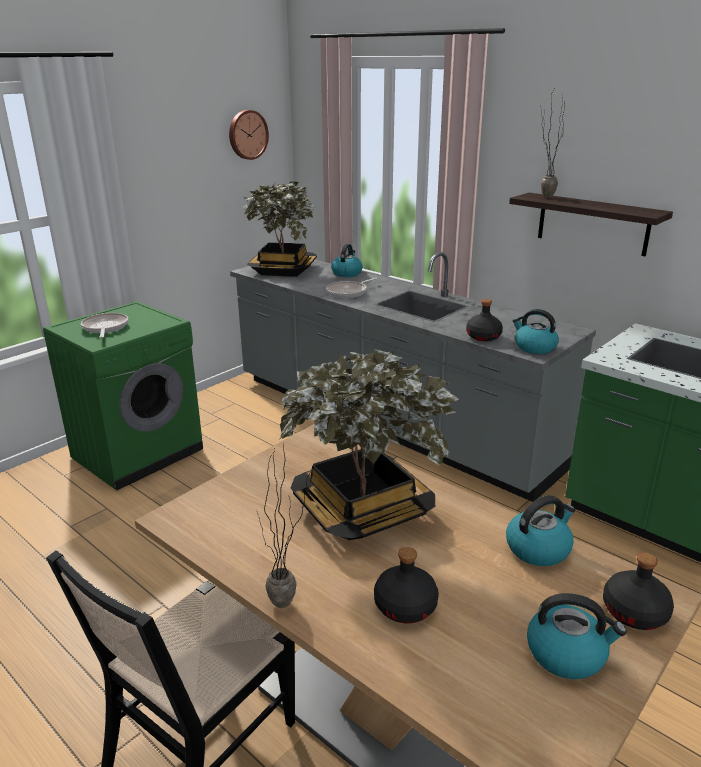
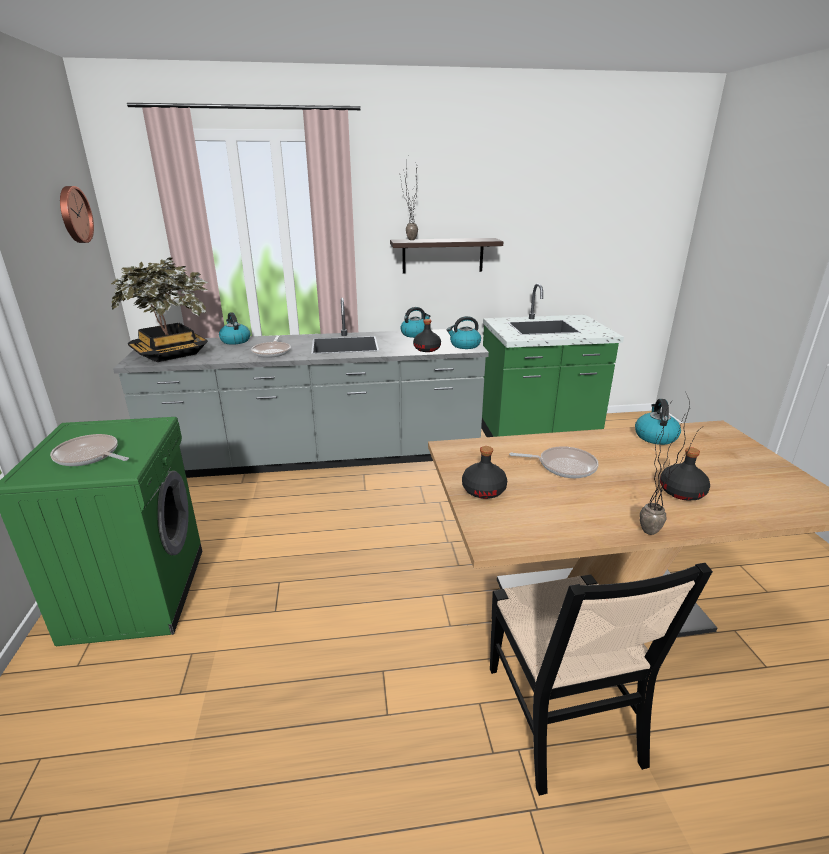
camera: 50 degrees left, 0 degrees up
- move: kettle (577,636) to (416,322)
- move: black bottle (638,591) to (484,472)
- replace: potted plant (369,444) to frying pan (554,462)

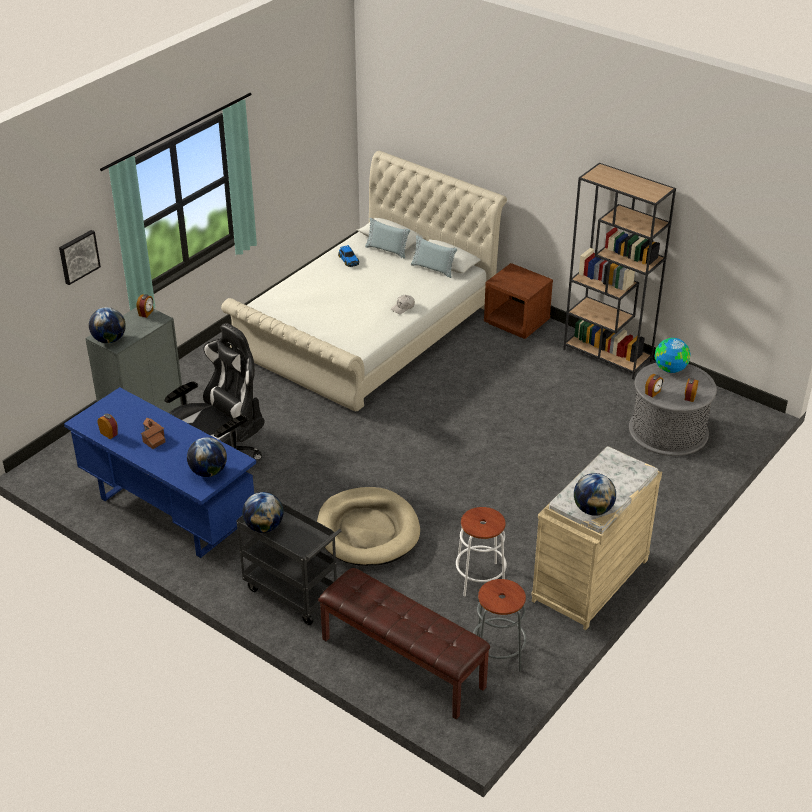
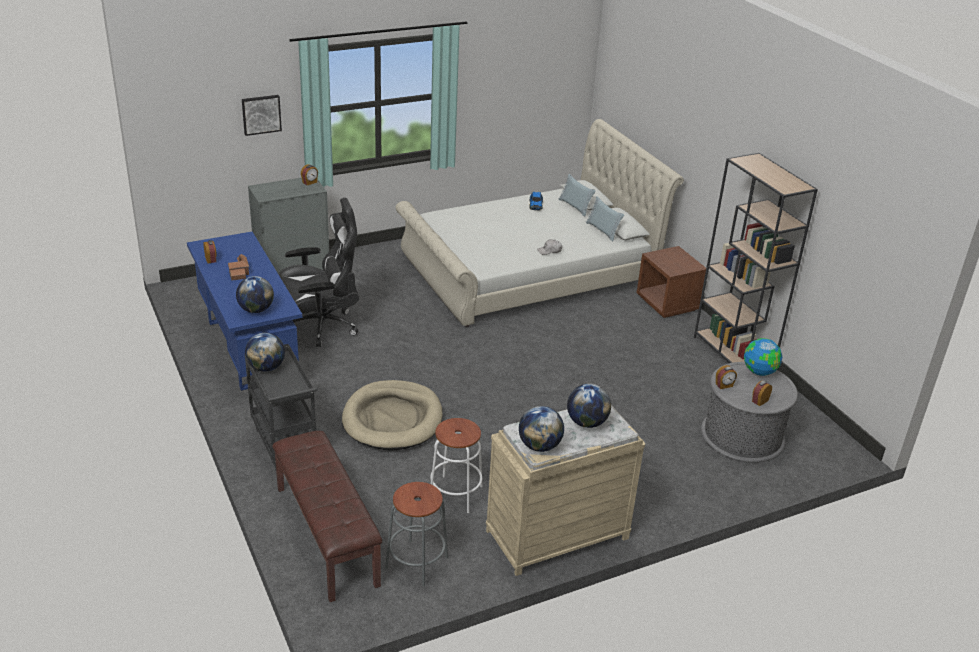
camera: 25 degrees right, 5 degrees down
- move: globe (107,325) to (589,406)

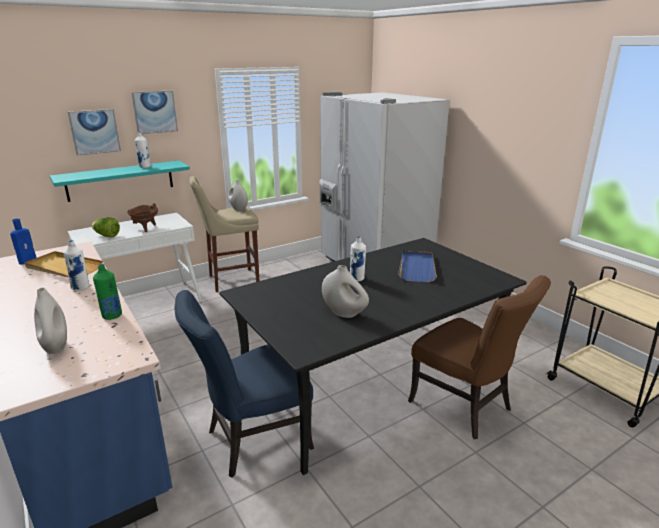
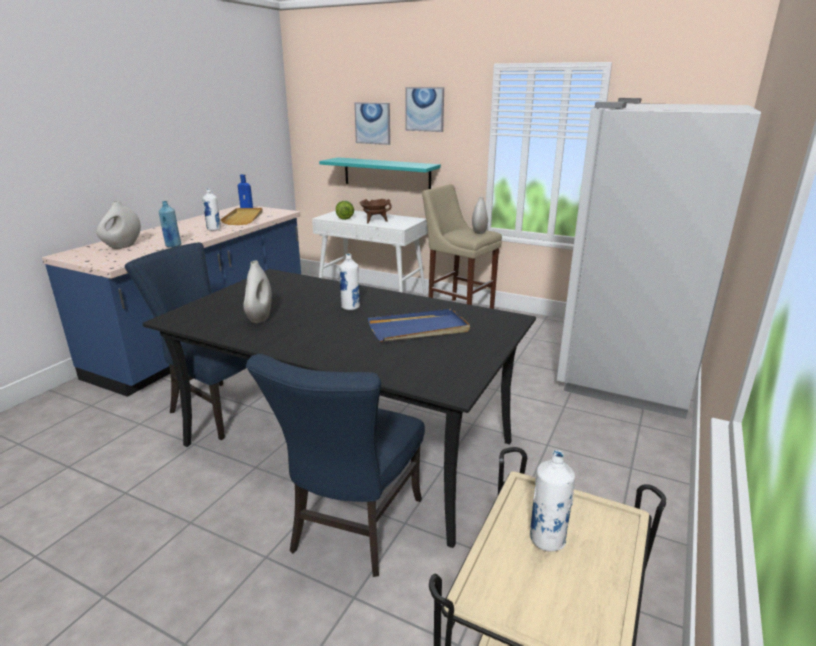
camera: 60 degrees right, 0 degrees up
- move: white bottle (143,150) to (552,501)
- recolor: green bottle (107,292) to blue bottle (170,224)
- recolor: brown chair (479,357) to blue chair (335,465)

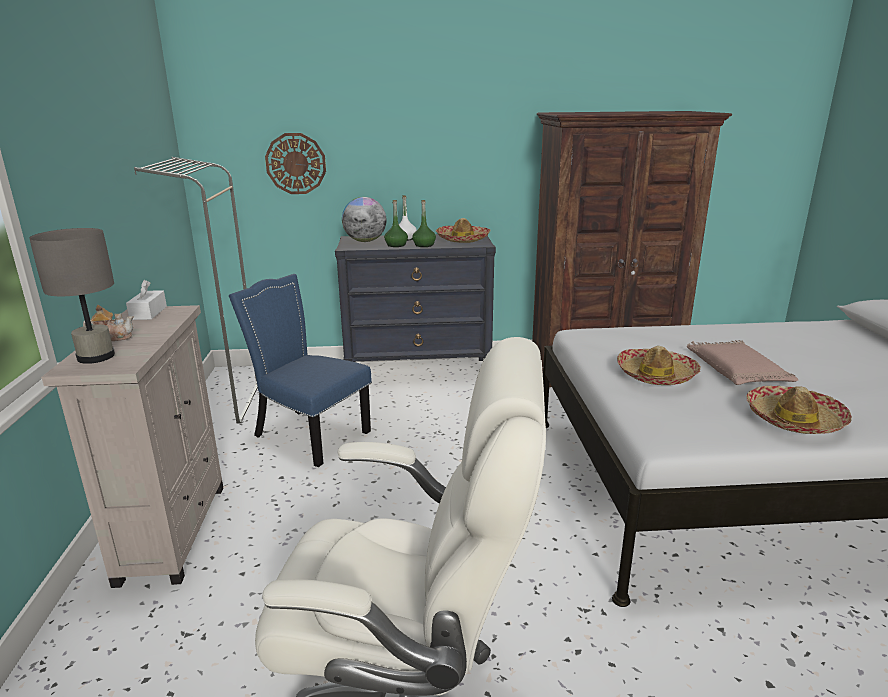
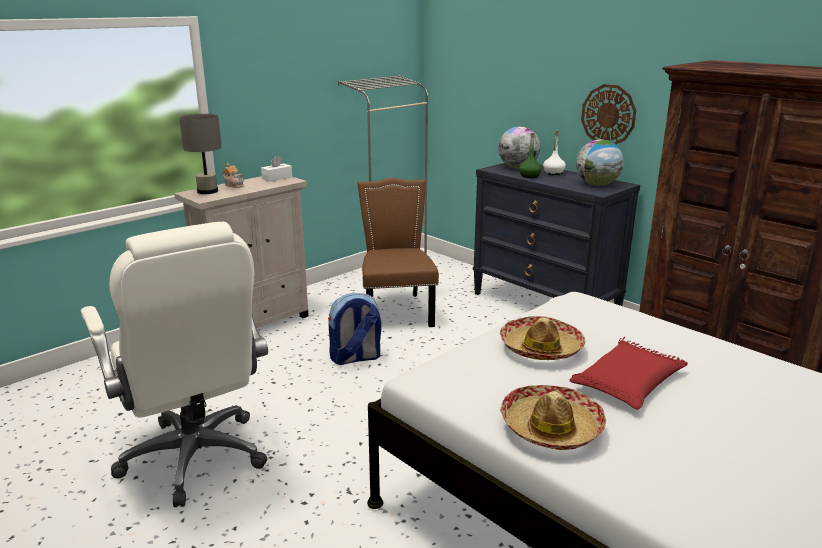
camera: 50 degrees right, 0 degrees up
- delete: green bottle (424,223)
- insert: backpack (354,329)
- move: wall clock (295,163) to (608,114)
- replace: hat (463,230) to globe (600,163)
- recolor: blue chair (300,370) to brown chair (398,252)
- recolor: beige pillow (742,362) to red pillow (628,374)

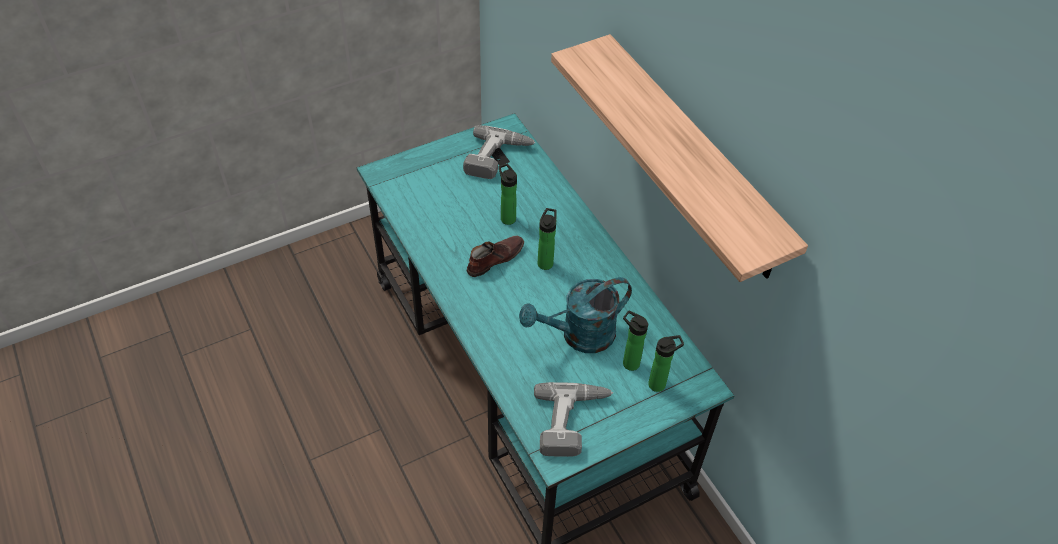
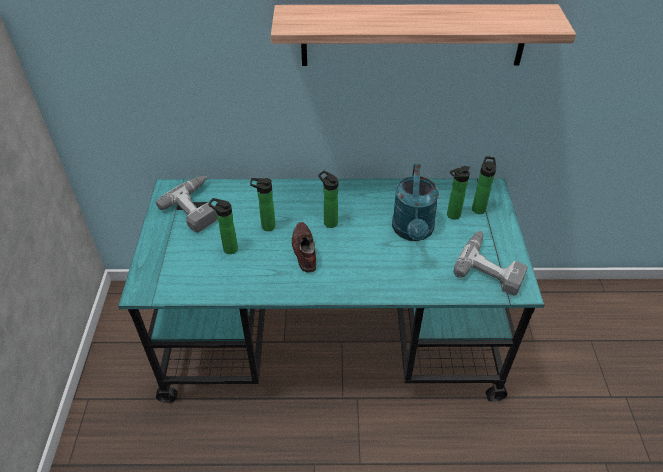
camera: 60 degrees left, 5 degrees down
- insert: bottle (223,226)

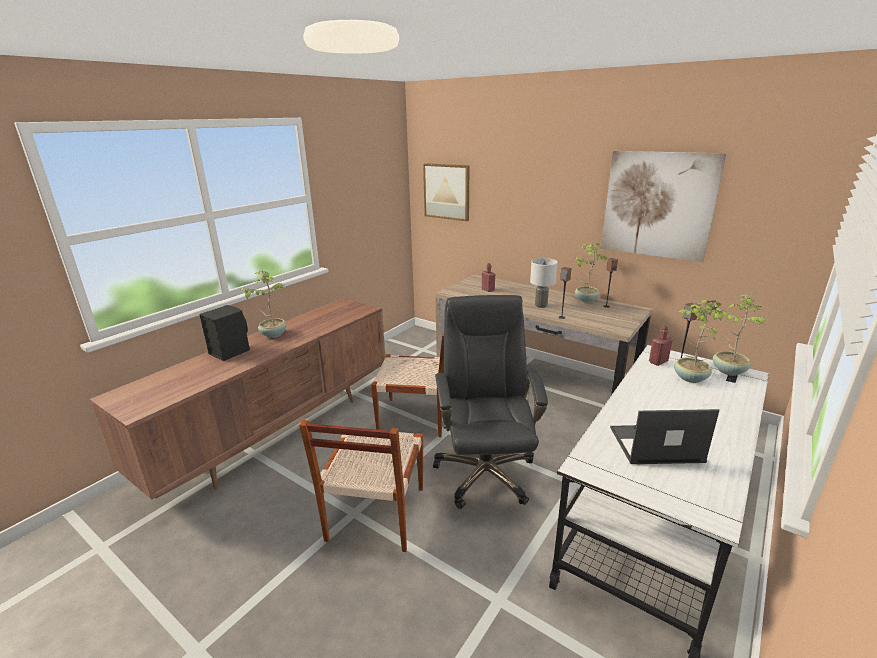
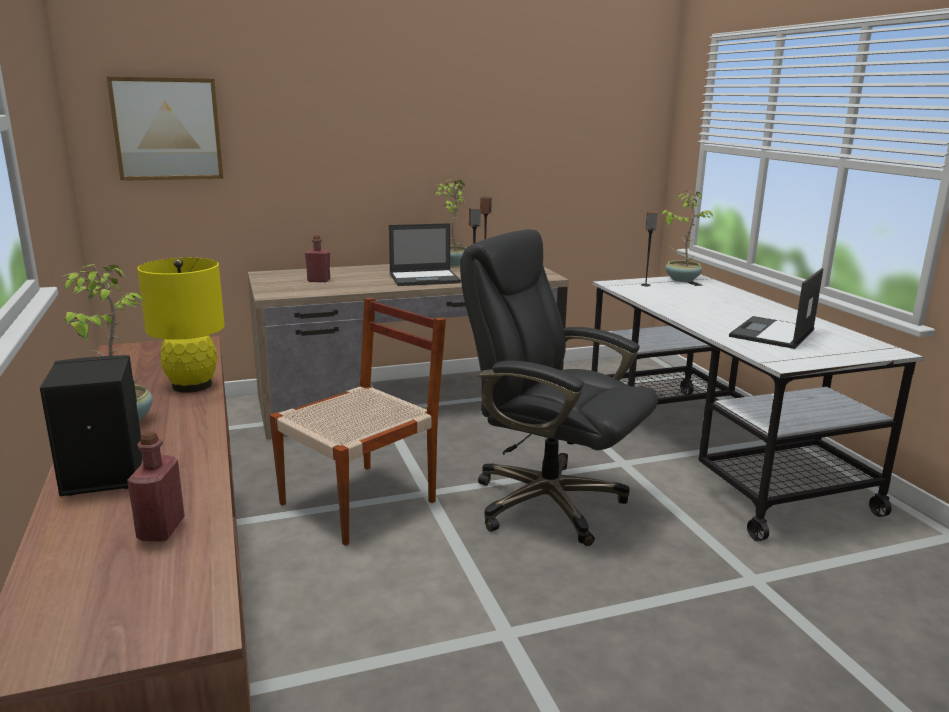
camera: 55 degrees left, 5 degrees down
- delete: chair (361,486)
- delete: picture (664,206)
- delete: potted plant (698,341)
- insert: yellow table lamp (181,325)
- move: red bottle (661,346) to (156,486)
- replace: white table lamp (543,283) to laptop (425,254)

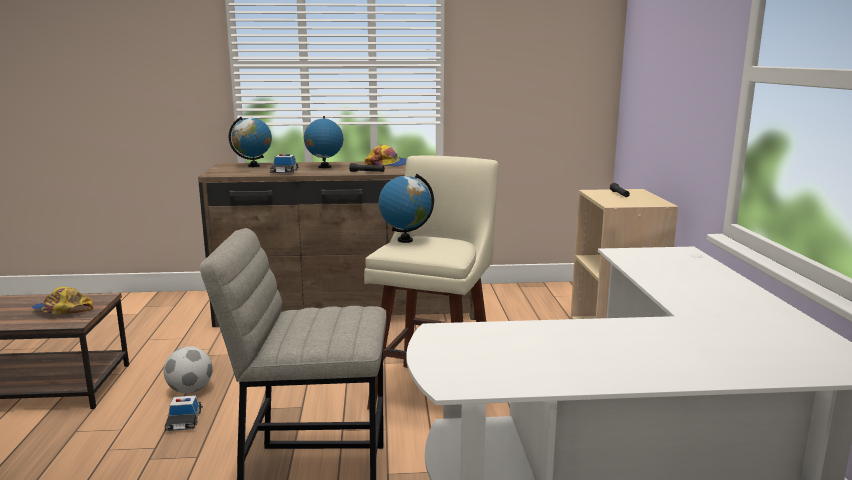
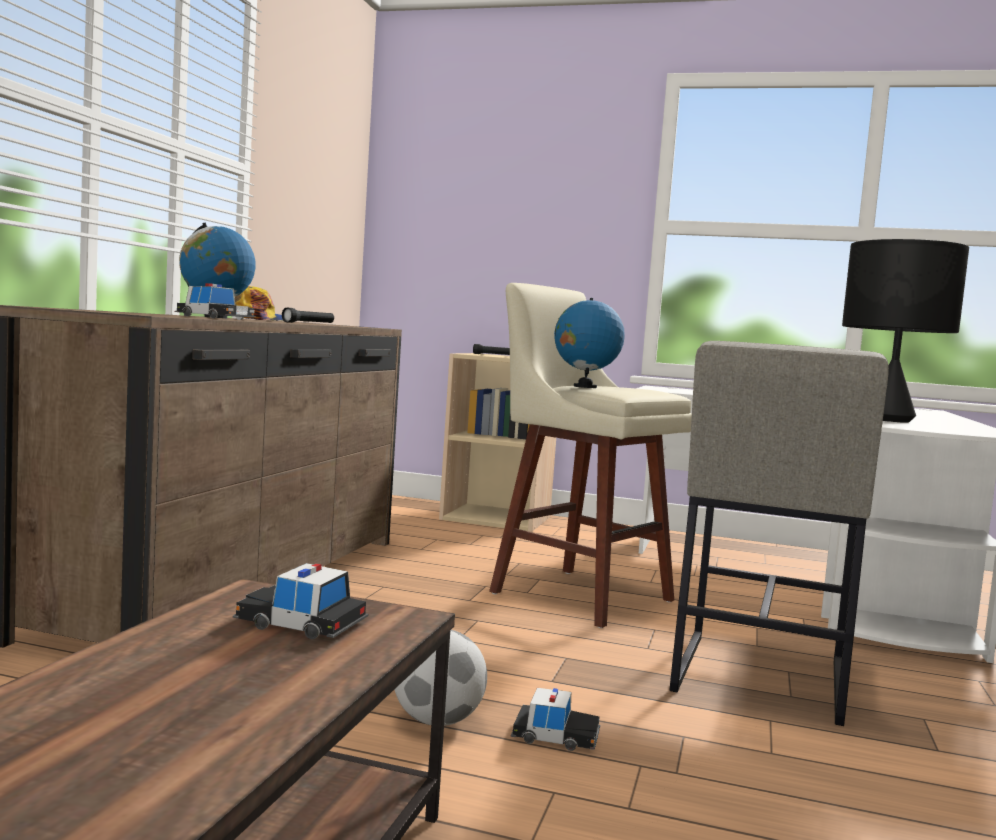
camera: 70 degrees left, 10 degrees down
- delete: globe (250,142)
- insert: black table lamp (905,331)
- replace: cap (62,300) to toy car (300,601)

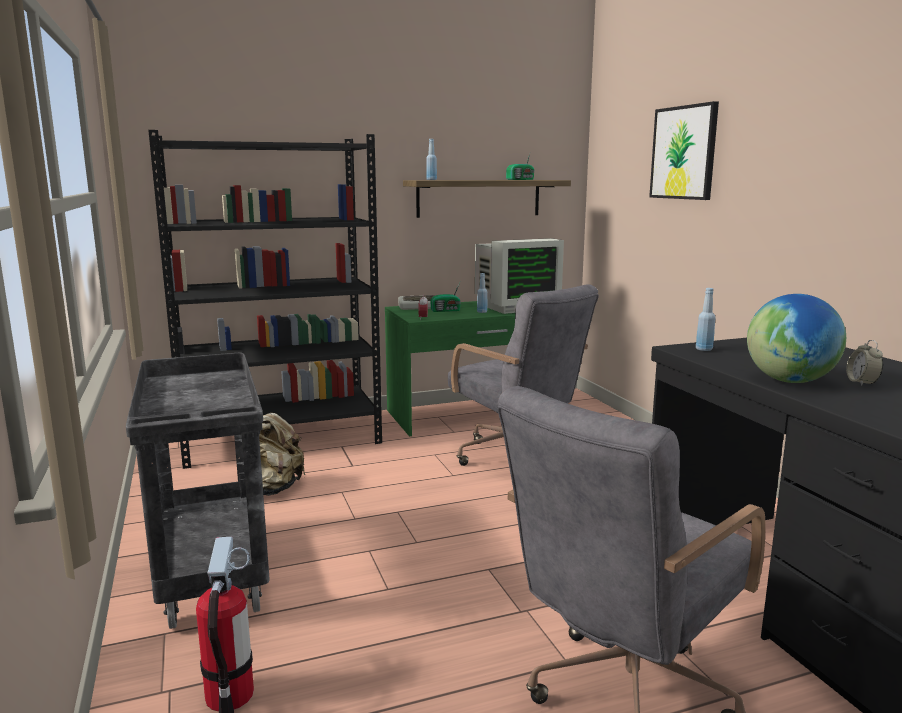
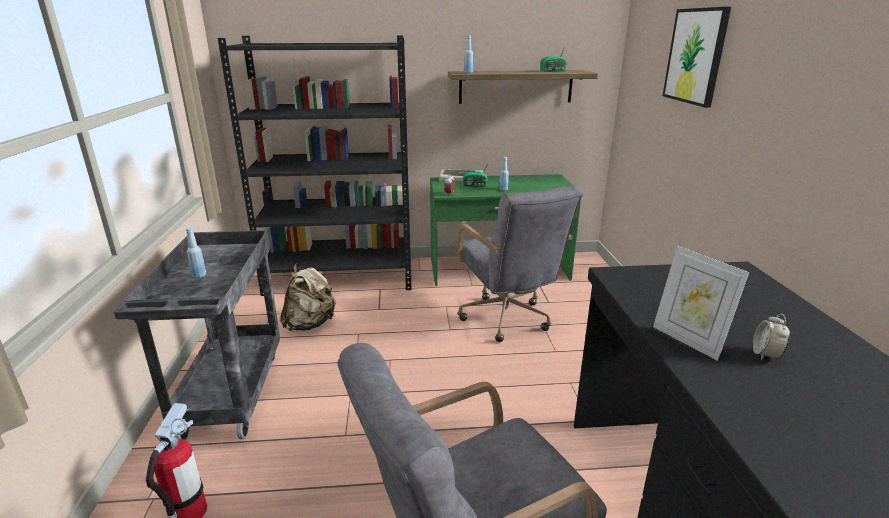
camera: 15 degrees right, 10 degrees up
- delete: monitor (519,276)
- move: blue bottle (706,319) to (196,252)
- replace: globe (796,338) to picture frame (701,303)

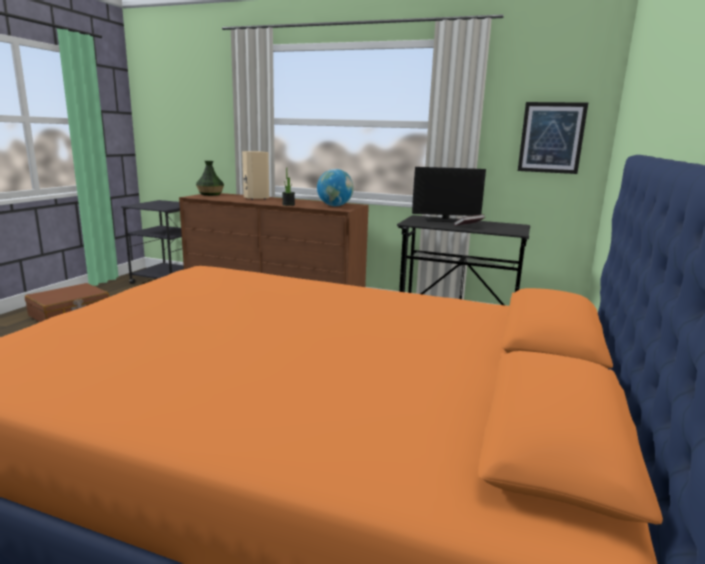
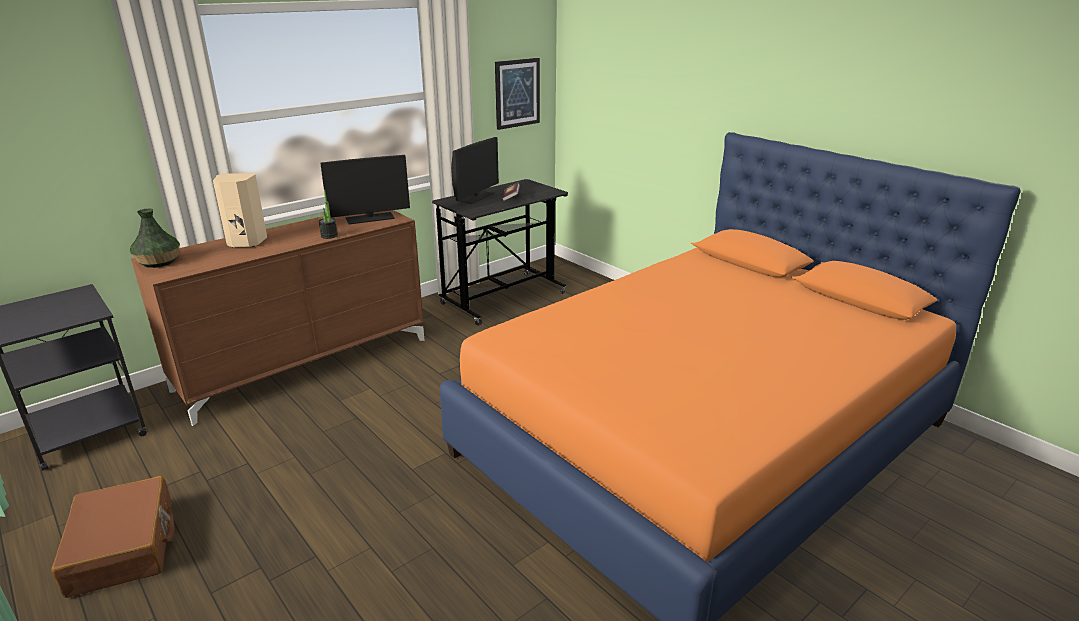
camera: 60 degrees left, 10 degrees up
- replace: globe (335,187) to monitor (365,189)

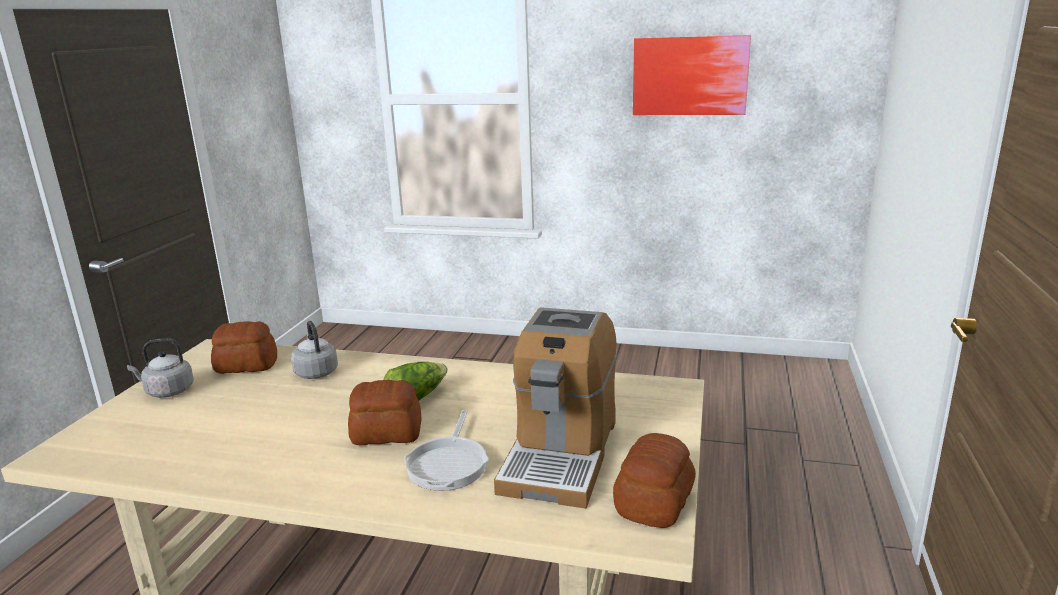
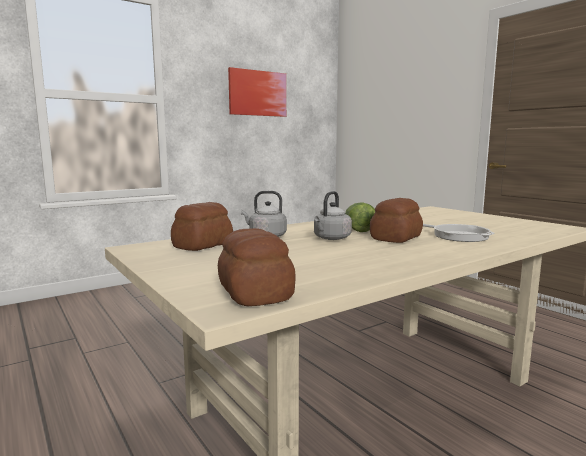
camera: 50 degrees left, 10 degrees down
- delete: coffee machine (555,408)
- move: grey kettle (160,368) to (333,215)
- move: bread (654,480) to (256,267)

